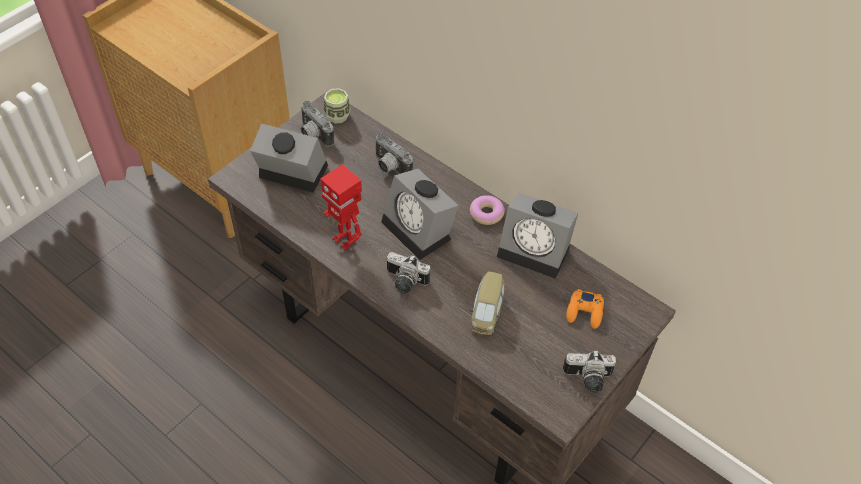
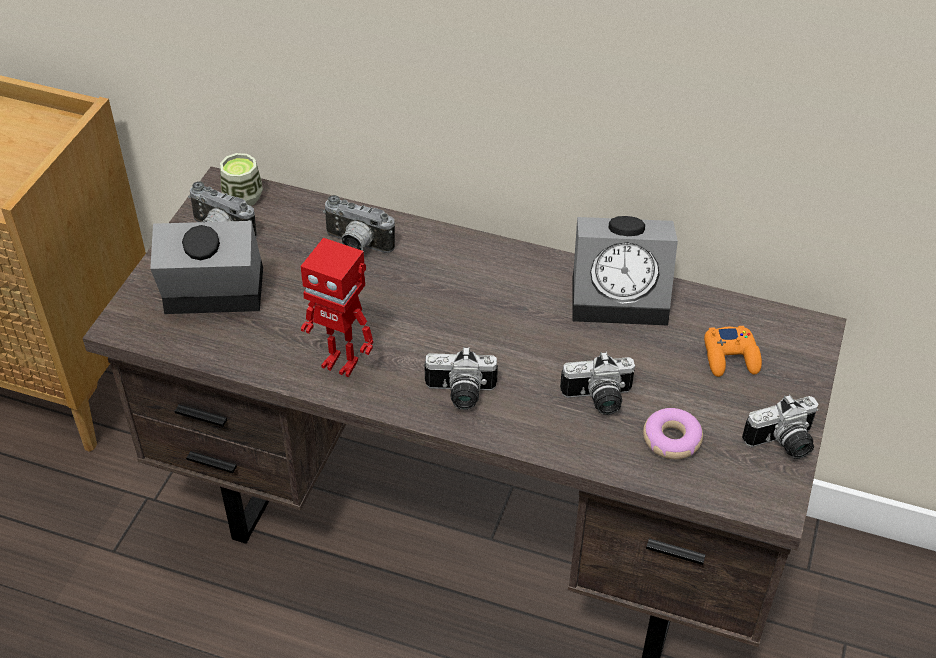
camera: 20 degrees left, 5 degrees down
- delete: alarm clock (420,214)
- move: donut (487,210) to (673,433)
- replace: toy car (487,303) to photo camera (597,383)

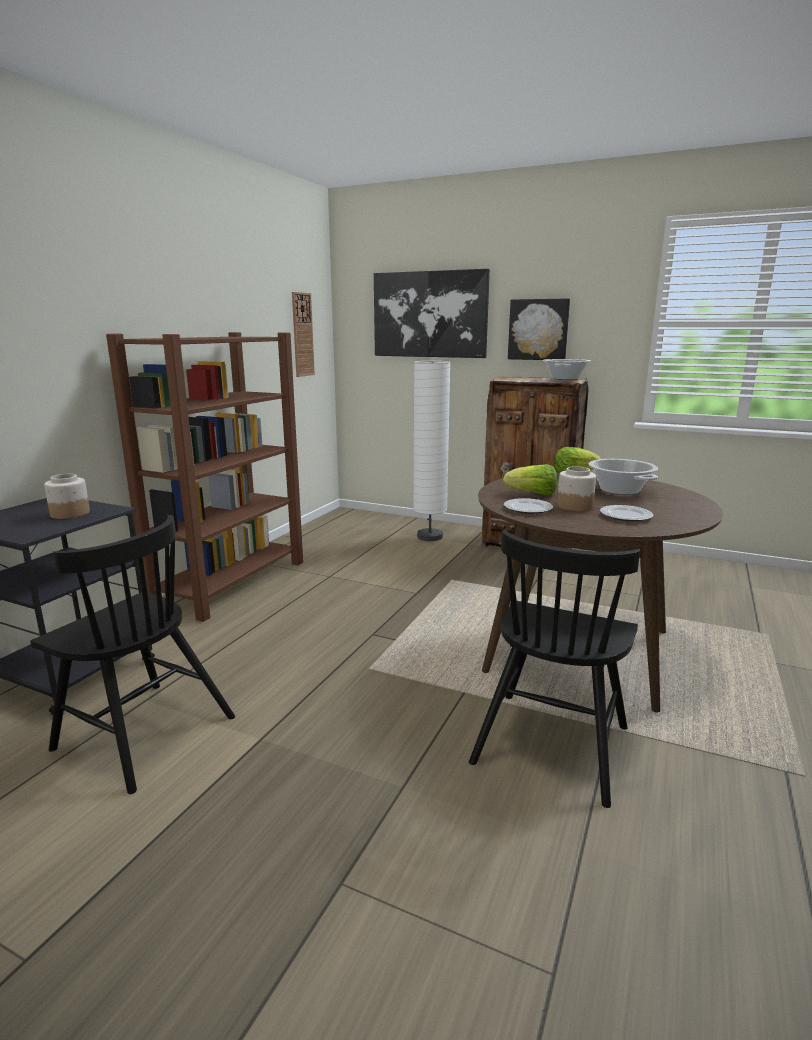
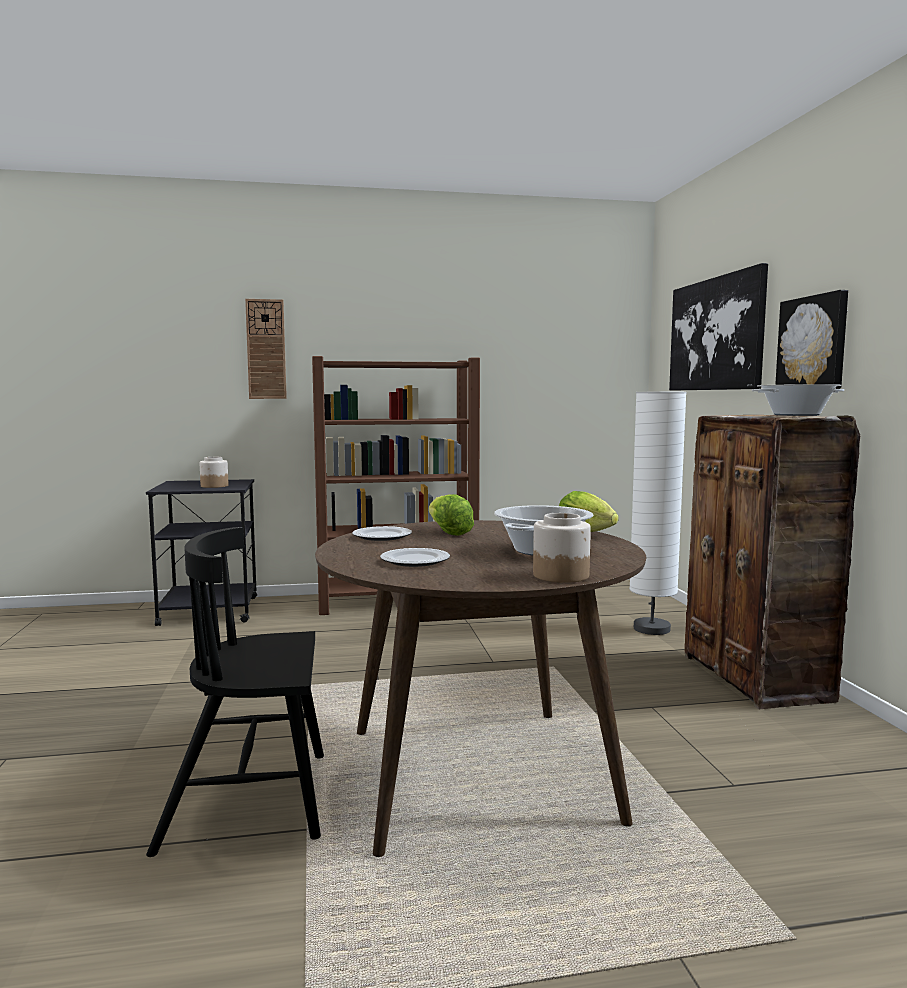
camera: 55 degrees right, 10 degrees down
- delete: black chair (132,654)
- move: wall clock (303,334) to (266,349)
- move: jar (576,488) to (562,548)

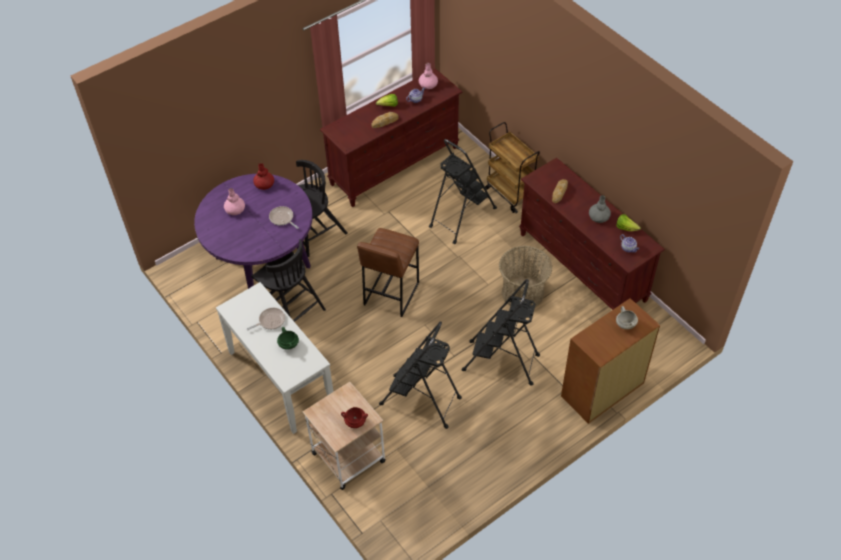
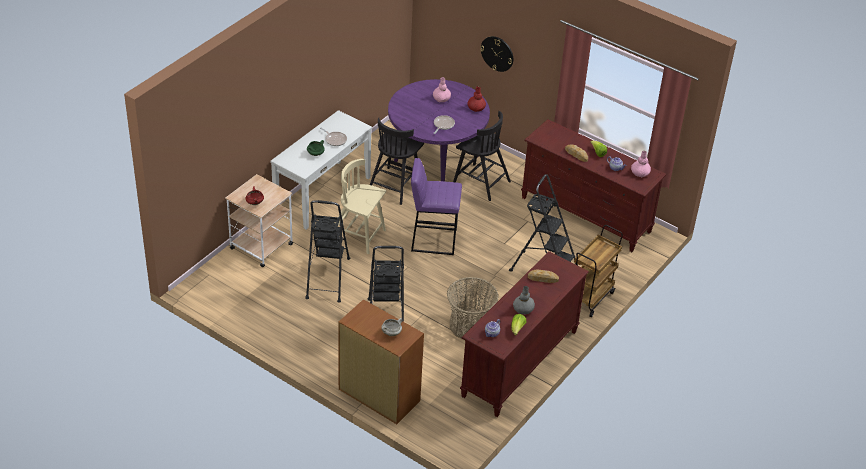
camera: 70 degrees right, 10 degrees down
- insert: beige chair (360,206)
- insert: wall clock (496,54)
- recolor: brown stool (388,272) to purple stool (436,206)

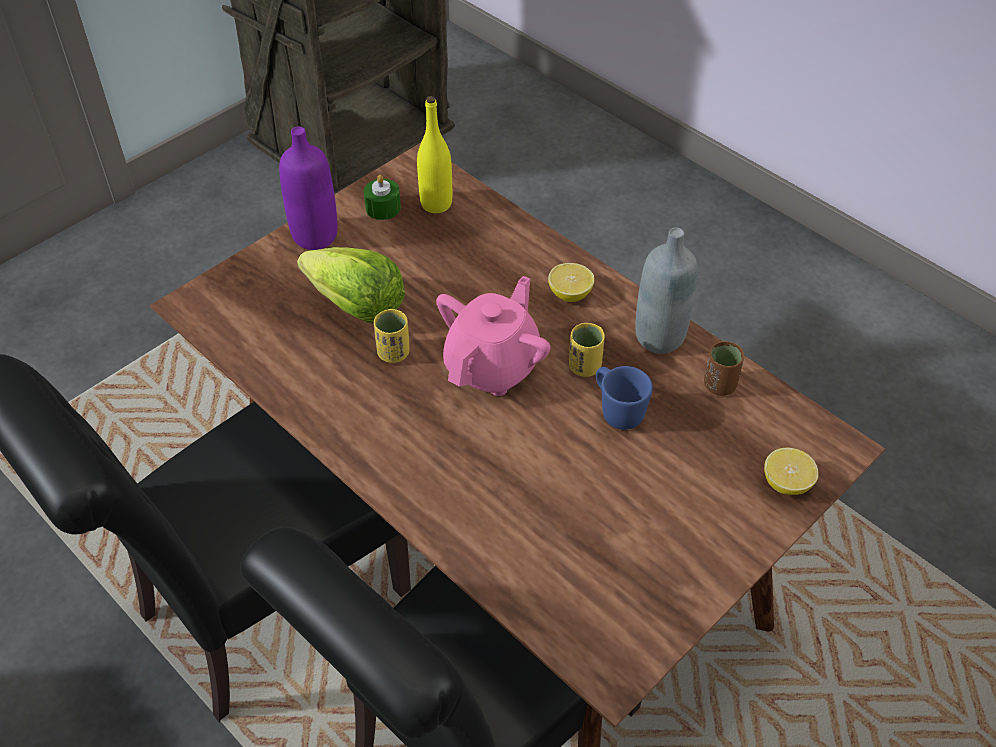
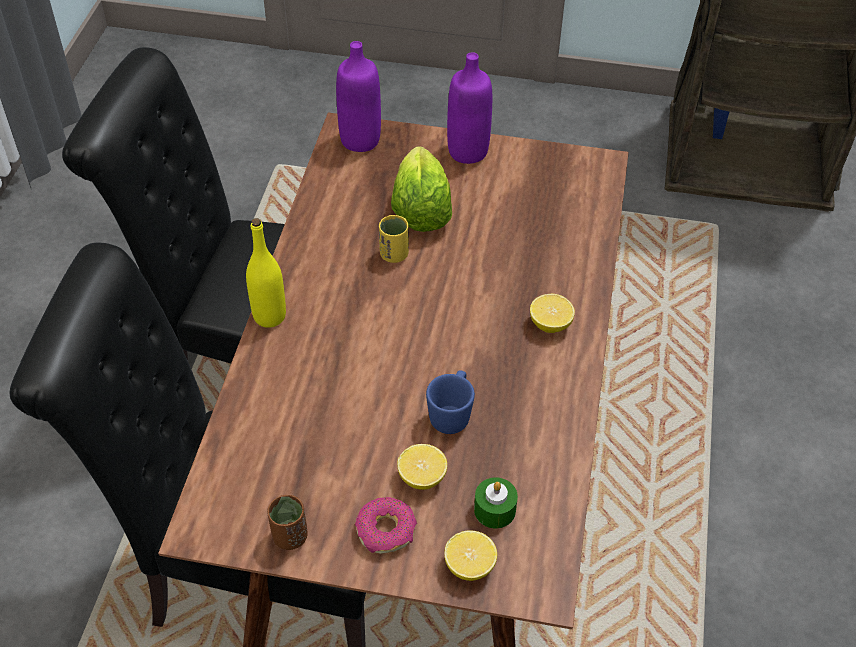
camera: 55 degrees right, 0 degrees up
- delete: pink teapot (493,336)
- delete: yellow cup (587,350)
- delete: grey bottle (666,290)
- insert: purple bottle (358,96)
- insert: donut (386,525)
- insert: lemon (422,467)
- move: green candle (382,197) to (496,503)
- move: yellow bottle (434,154) to (266,273)
- move: brown cup (724,368) to (287,522)

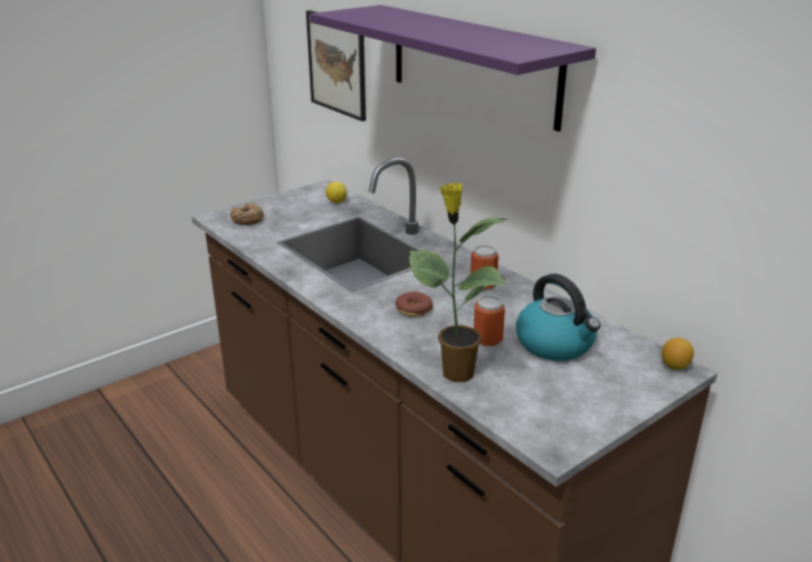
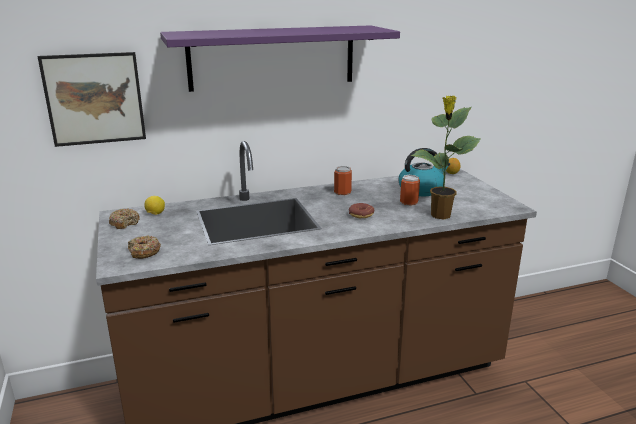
camera: 70 degrees left, 5 degrees down
- insert: donut (124,219)

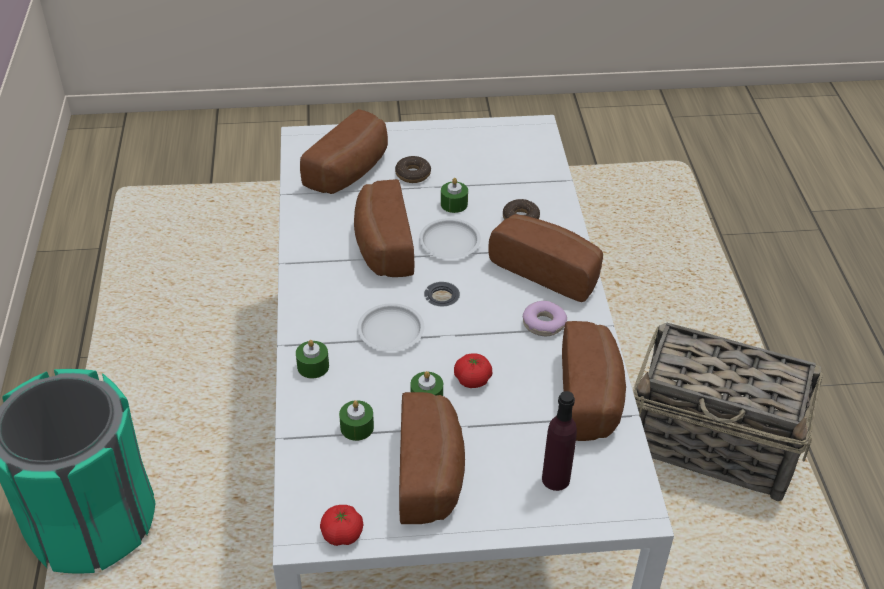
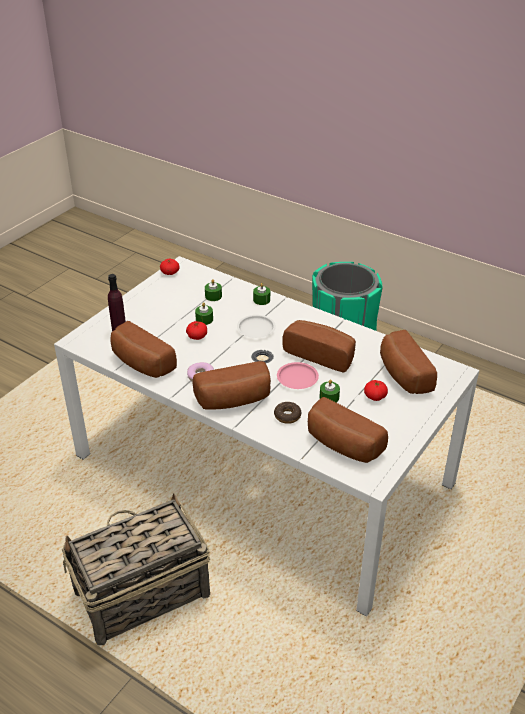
camera: 130 degrees right, 5 degrees down
- move: bread (432,458) to (348,430)
- replace: donut (413,169) to tomato (376,390)
- recolor: white plate (450,238) to pink plate (298,375)

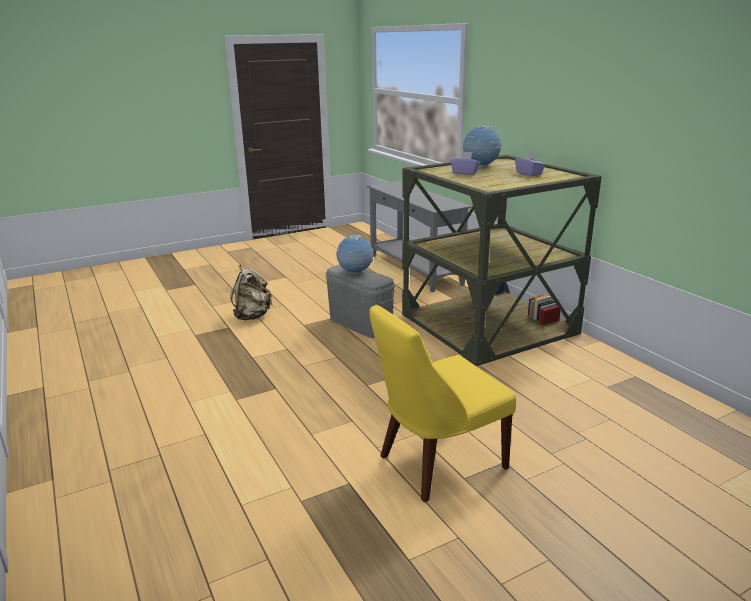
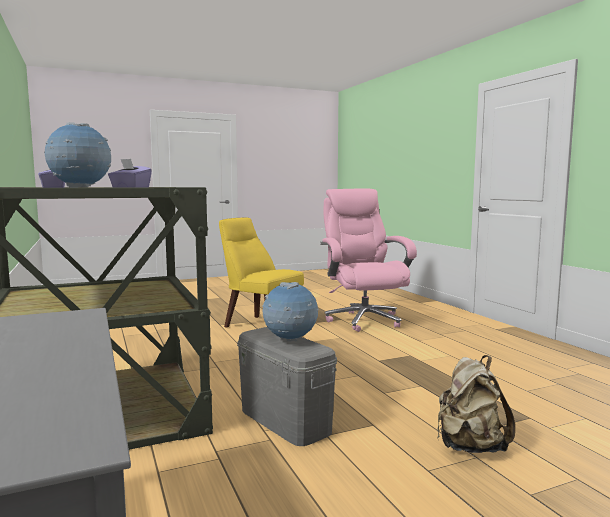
camera: 175 degrees left, 15 degrees down
- insert: pink office chair (368,260)
- rotate: yellow chair (442,403) = (261,273) 120 degrees counterclockwise

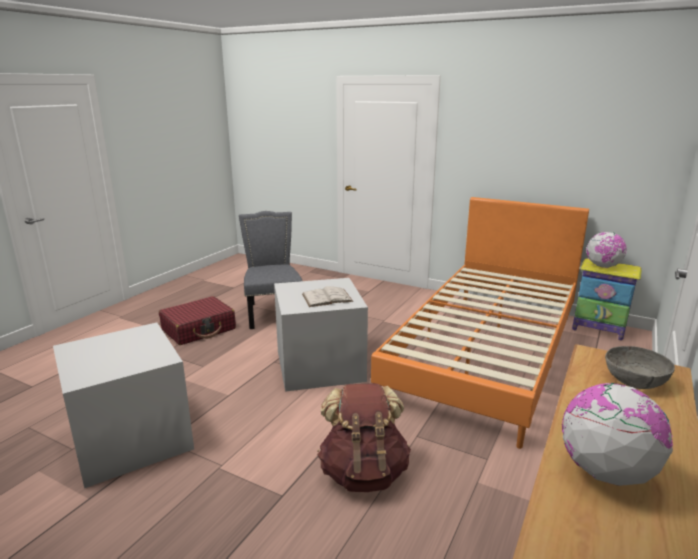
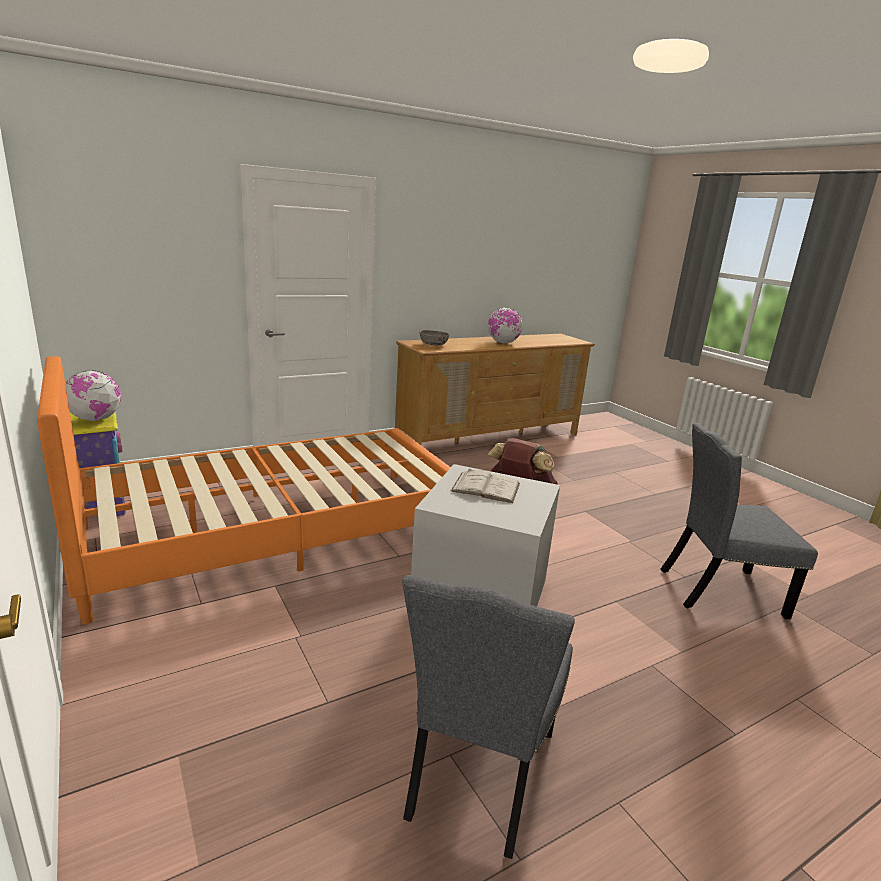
camera: 150 degrees left, 0 degrees up
- delete: red suitcase (197,320)
- replace: grey storage box (123,405) to grey chair (739,521)

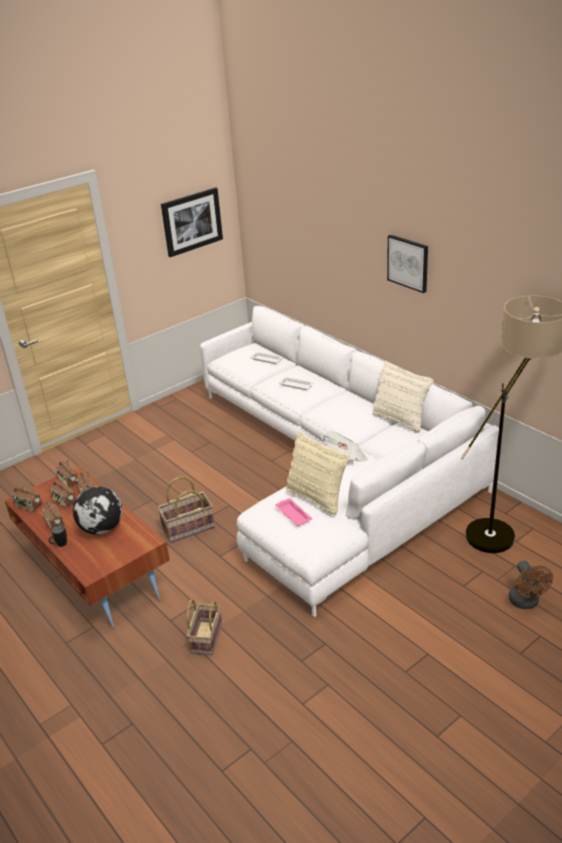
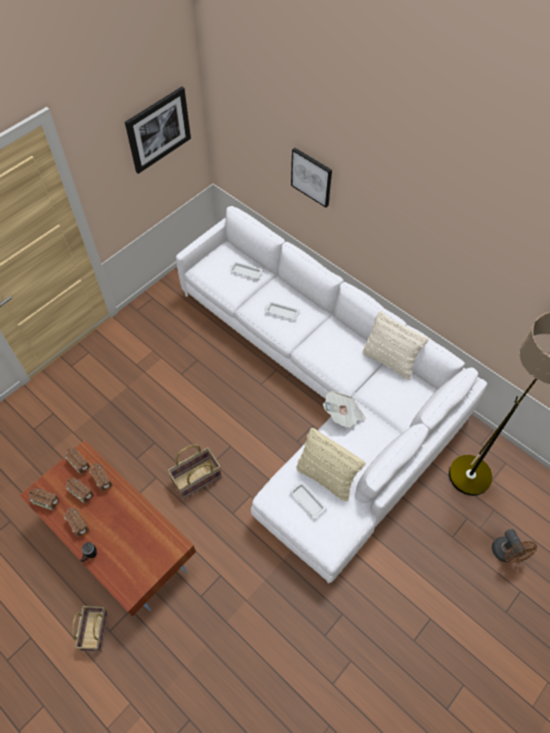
camera: 10 degrees left, 25 degrees up
- delete: globe (97,510)
- move: basket (204,627) to (90,629)
- move: picture (407,264) to (311,178)
- recolor: pink tray (293,512) to white tray (308,500)

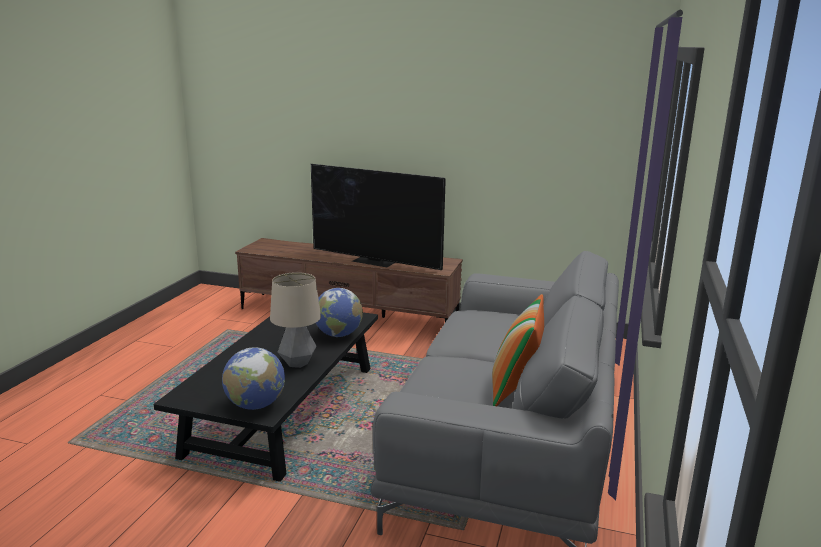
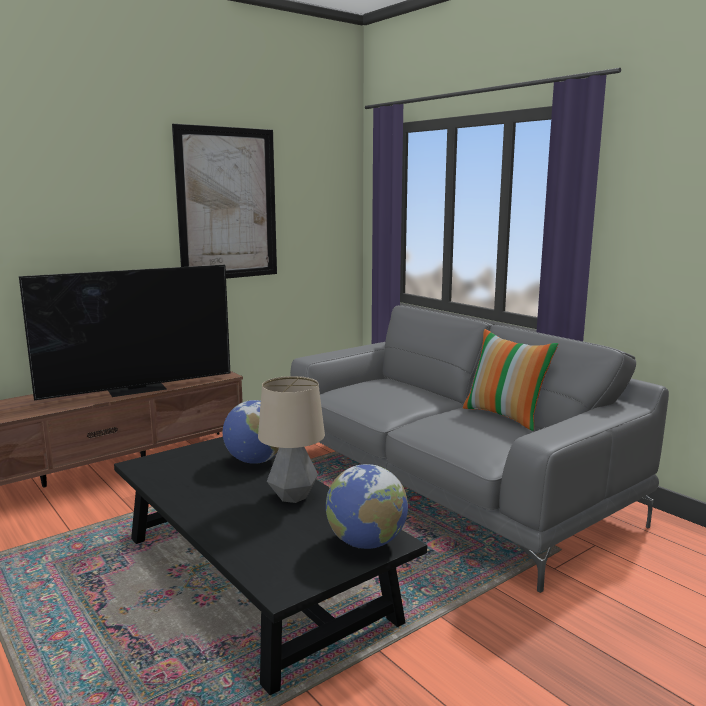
camera: 55 degrees left, 5 degrees down
- insert: picture (224,201)

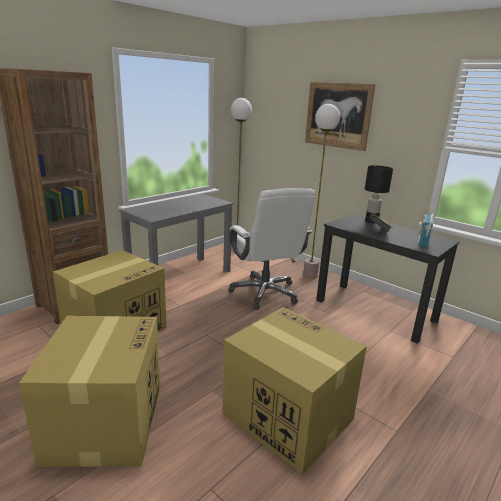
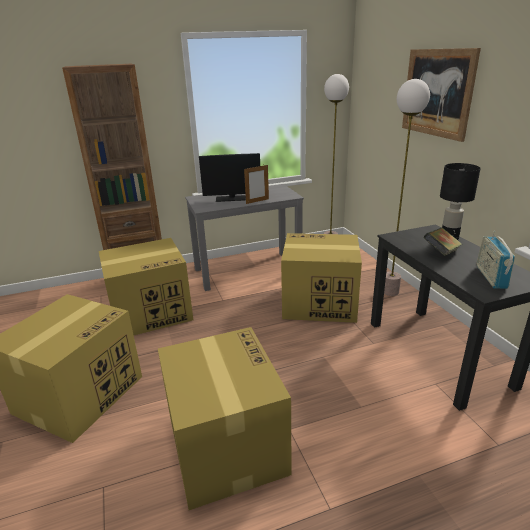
camera: 30 degrees right, 5 degrees up
- insert: monitor (229,177)
- insert: picture frame (256,184)
- replace: white office chair (271,248) to cardboard box (321,278)
- rotate: radio (426,228) = (495,260) 45 degrees counterclockwise

